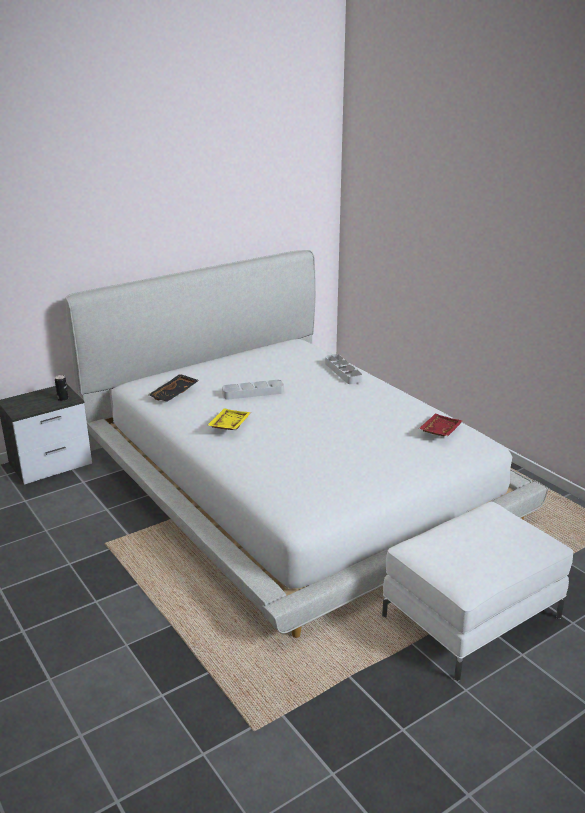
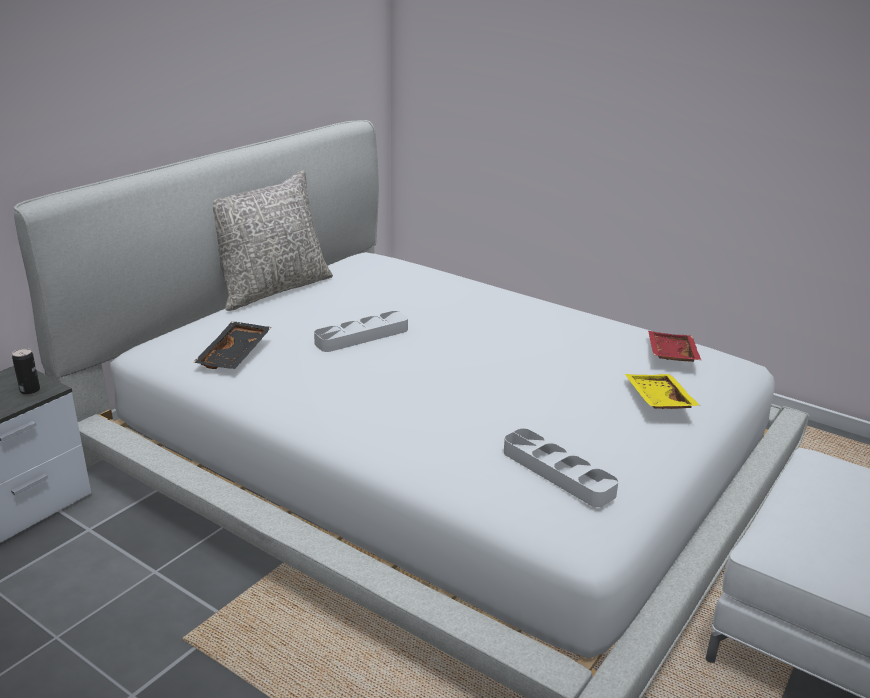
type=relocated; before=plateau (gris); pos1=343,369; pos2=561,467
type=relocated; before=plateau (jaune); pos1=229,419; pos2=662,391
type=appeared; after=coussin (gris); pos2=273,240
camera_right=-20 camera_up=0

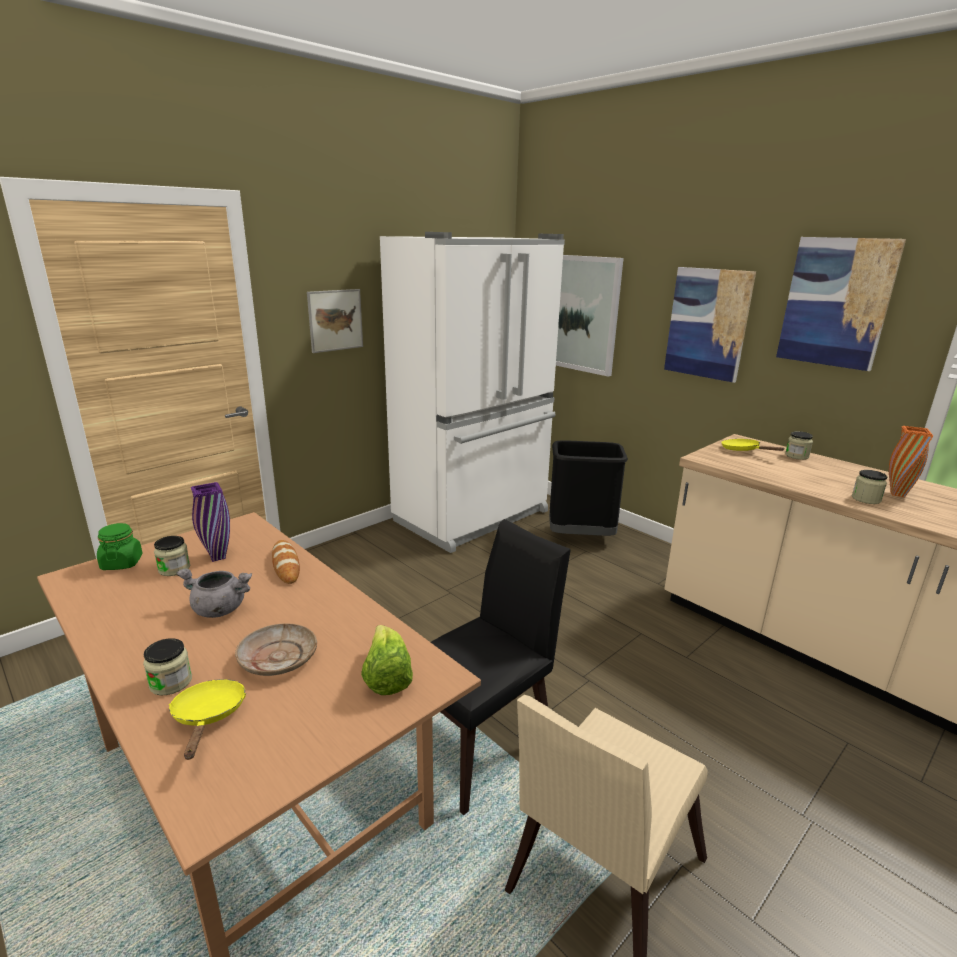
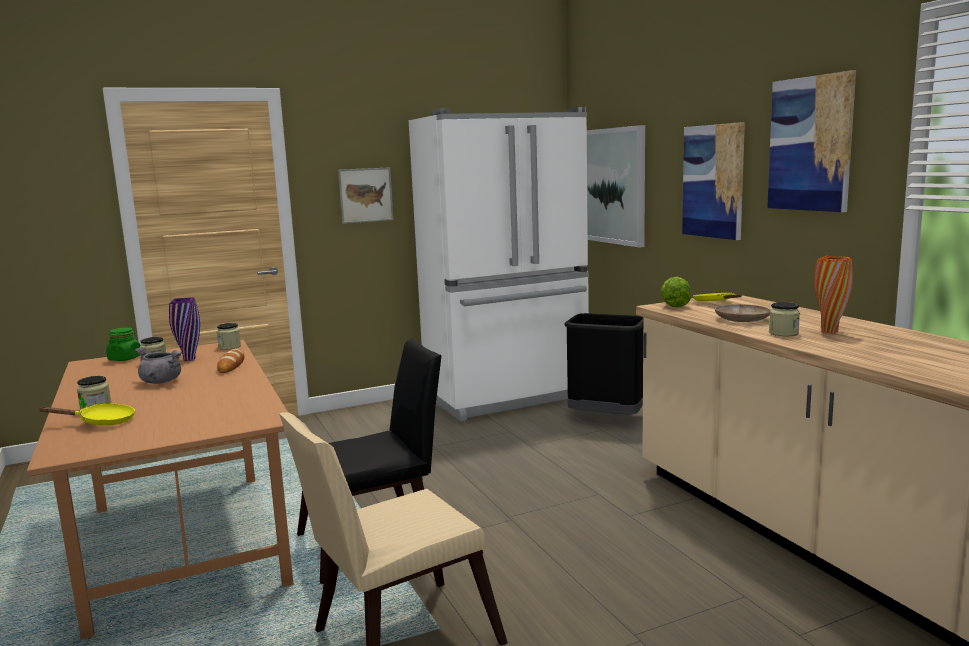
type=relocated; before=bocal; pos1=799,445; pos2=229,336
type=relocated; before=assiette (beige); pos1=276,650; pos2=743,313
type=relocated; before=laitue; pos1=387,660; pos2=675,292
type=spun; before=poêle (jaune); pos1=207,719; pos2=87,414; turn=75
camera_right=20 camera_up=-10

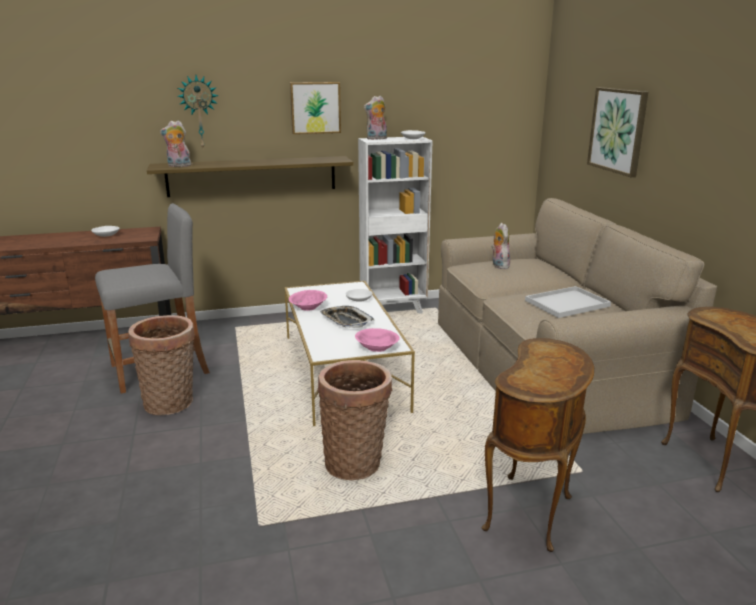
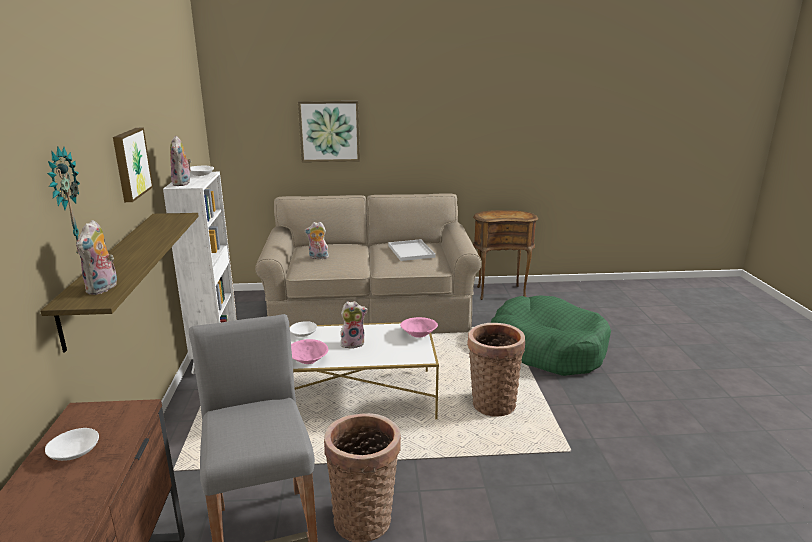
type=exchanged; before=plateau; after=peluche; pos1=347,317; pos2=354,325
type=exchanged; before=table d'appoint (marron); after=panier pour chien (vert); pos1=538,445; pos2=551,335
camera_right=-80 camera_up=0

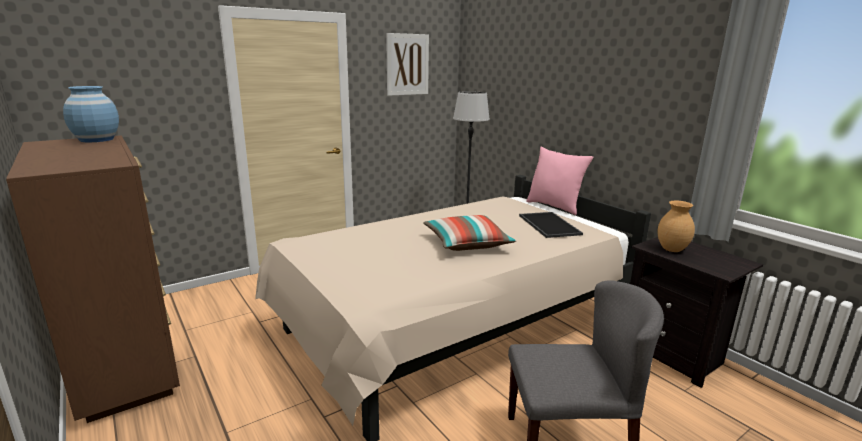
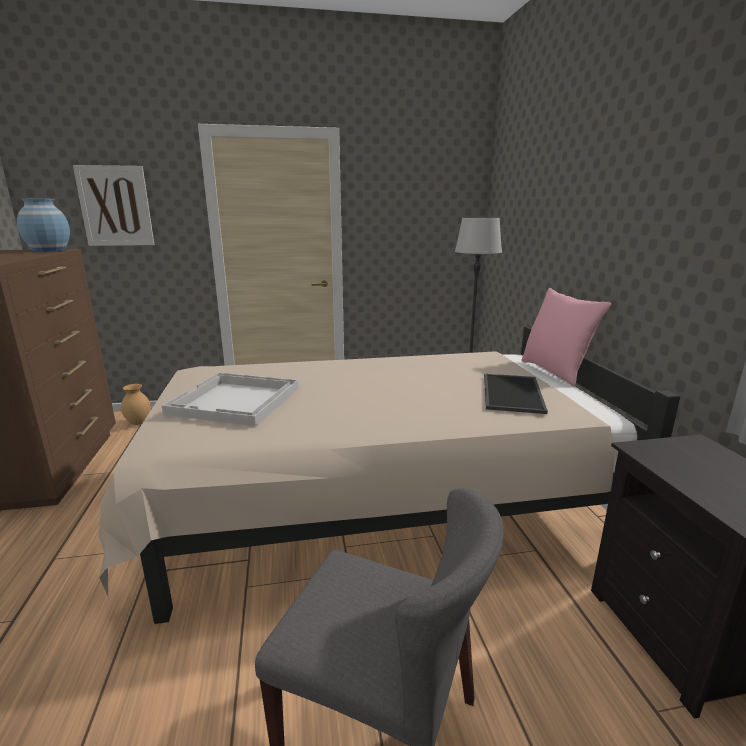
type=relocated; before=tableau; pos1=407,64; pos2=113,205
type=relocated; before=vase (marron); pos1=676,226; pos2=136,404
type=missing; before=coussin; pos1=469,233
type=appeared; after=plateau (blanc); pos2=230,399
camera_right=25 camera_up=0

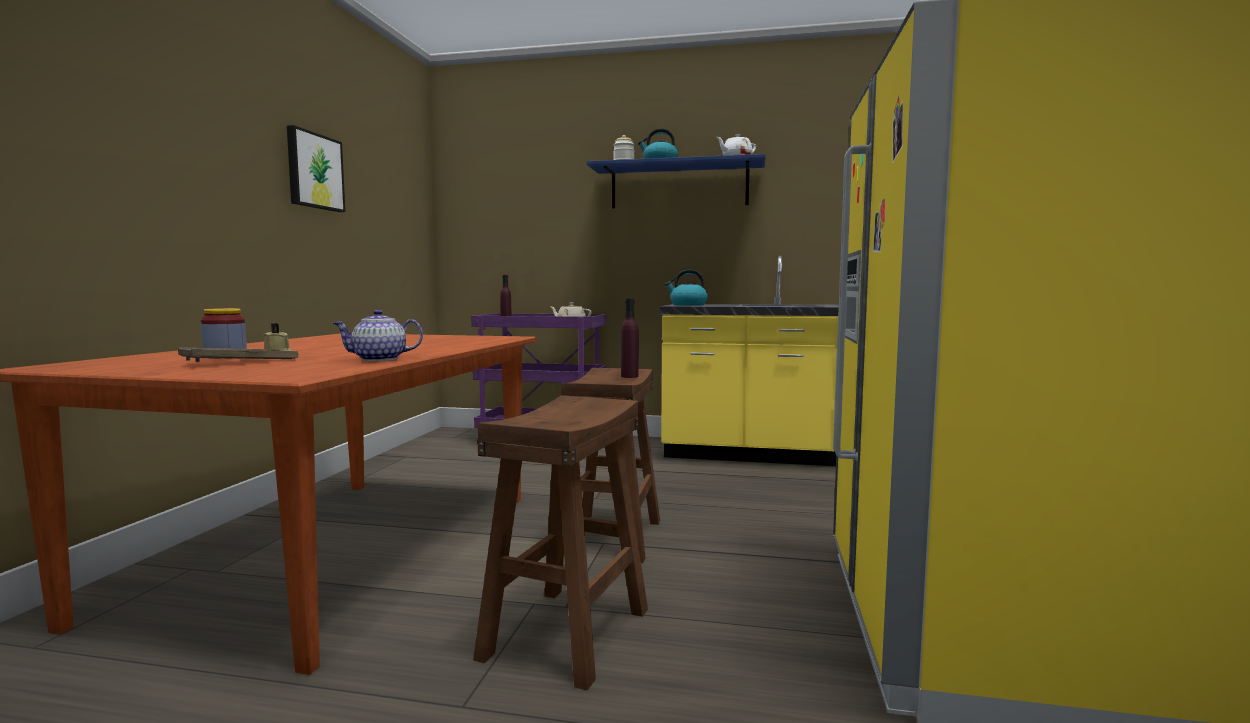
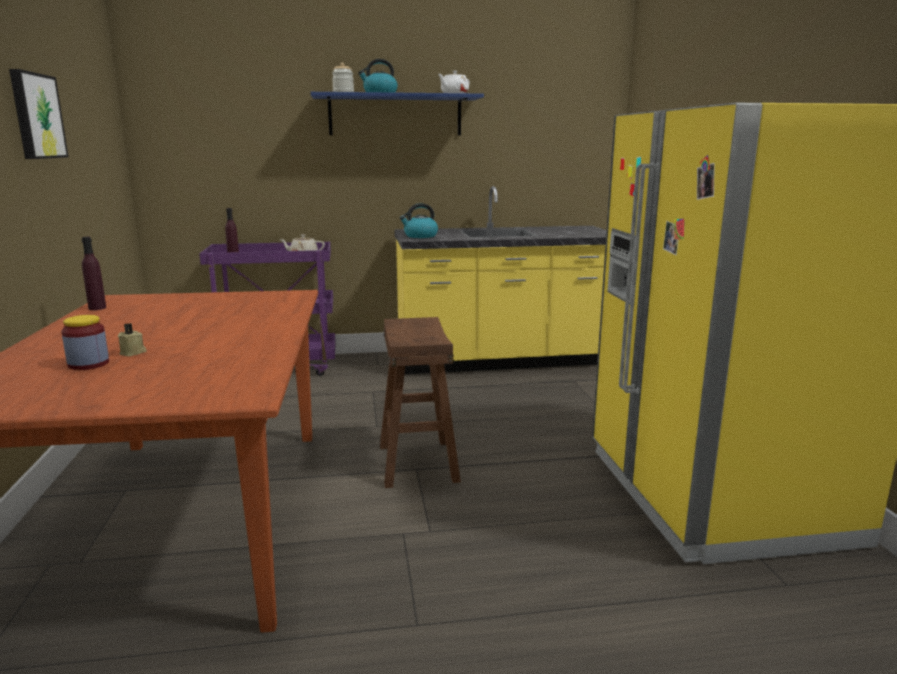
type=relocated; before=bouteille (violet); pos1=630,338; pos2=94,273
type=missing; before=théière; pos1=378,335
type=missing; before=plateau (marron); pos1=238,354
type=missing; before=tabouret (marron); pos1=560,542
camera_right=-20 camera_up=10

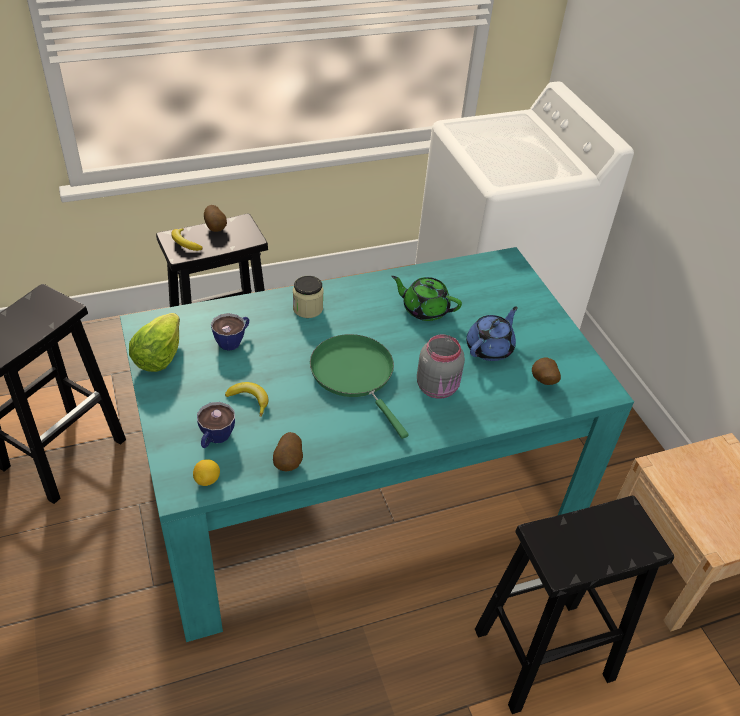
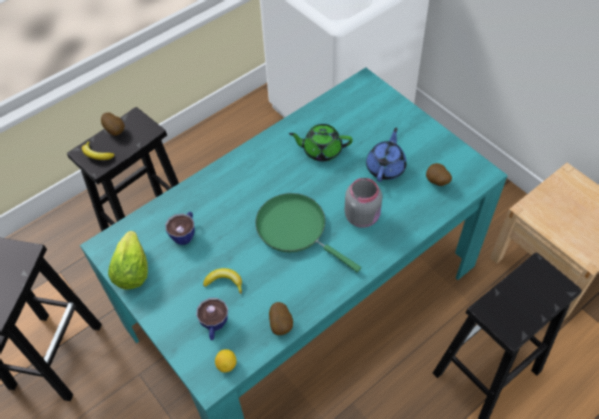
type=missing; before=bocal; pos1=308,297
camera_right=-15 camera_up=10

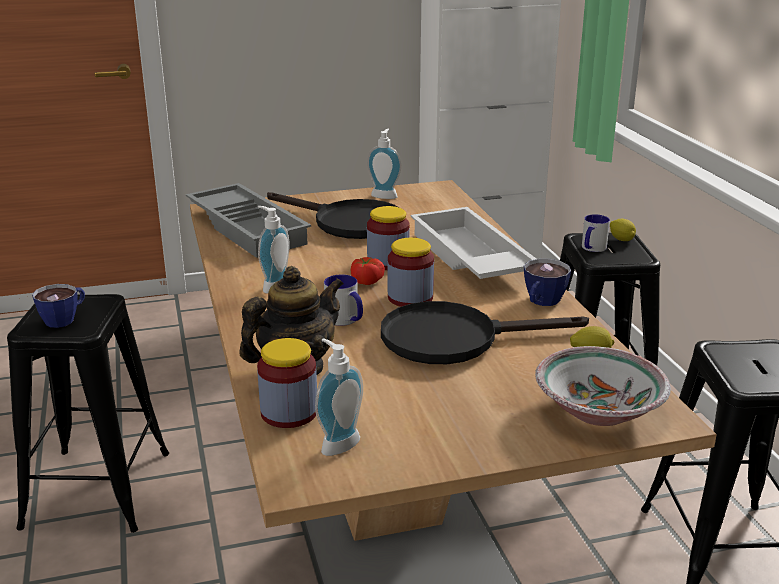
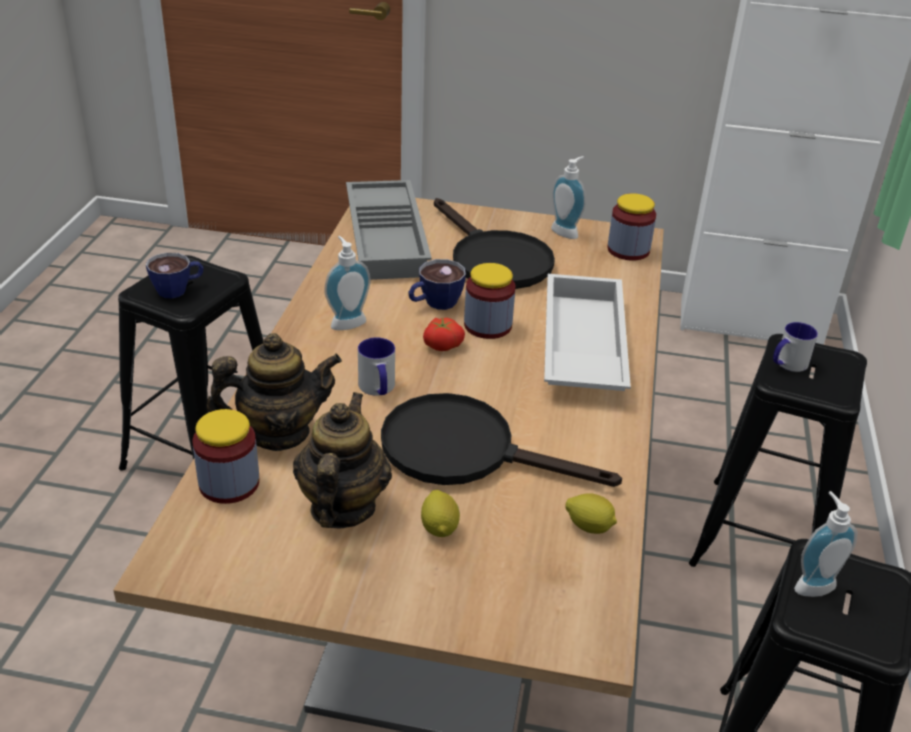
type=relocated; before=citron; pos1=623,230; pos2=440,513
type=relocated; before=bocal; pos1=411,272; pos2=631,227
type=relocated; before=tasse; pos1=547,282; pos2=437,284
type=relocated; before=distributeur de savon; pos1=339,397; pos2=825,544
type=missing; before=bol; pos1=603,386
type=appeared; after=théière; pos2=342,460
camera_right=25 camera_up=10

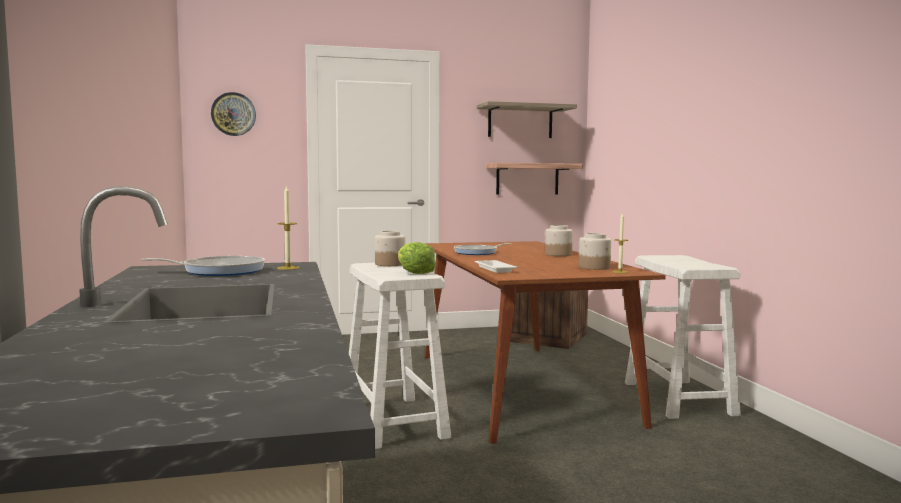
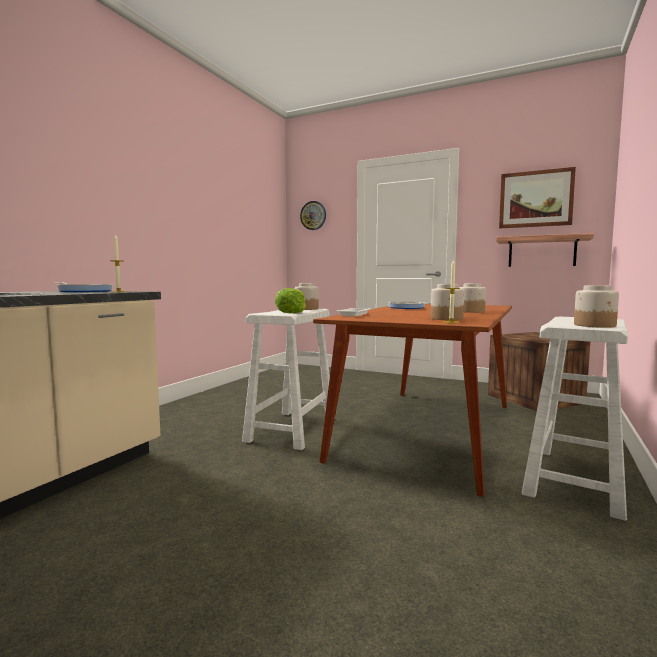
type=exchanged; before=étagère; after=tableau; pos1=527,119; pos2=537,198
type=appeared; after=bocal; pos2=596,306
camera_right=40 camera_up=0

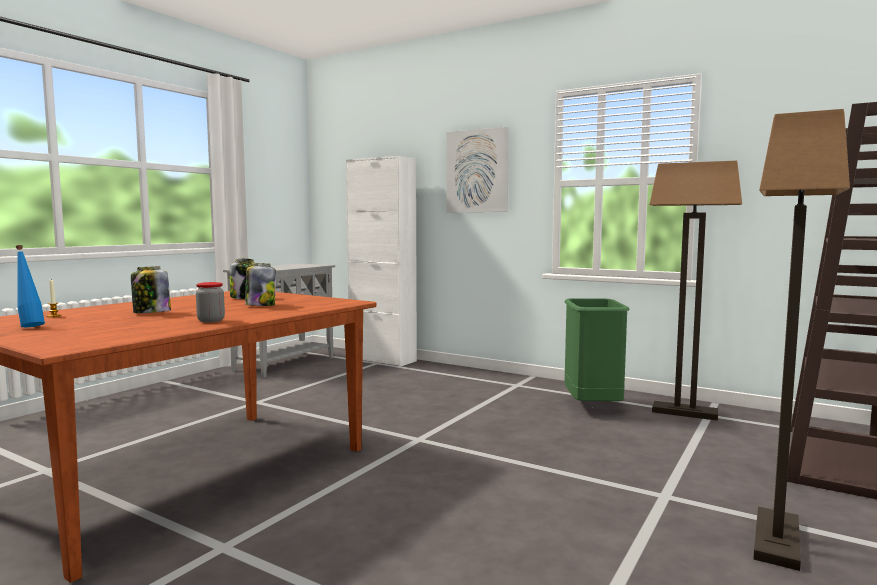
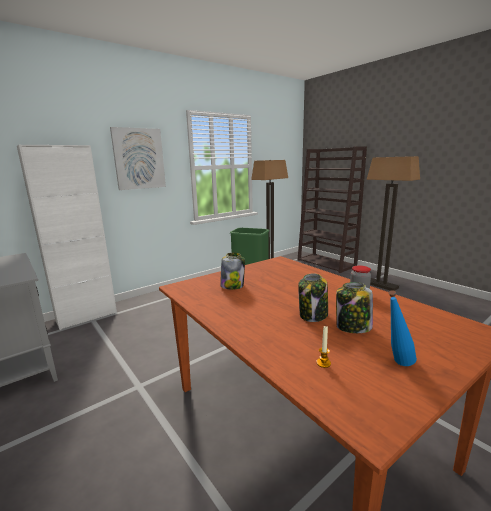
type=relocated; before=bocal; pos1=260,284; pos2=354,307
camera_right=-70 camera_up=10

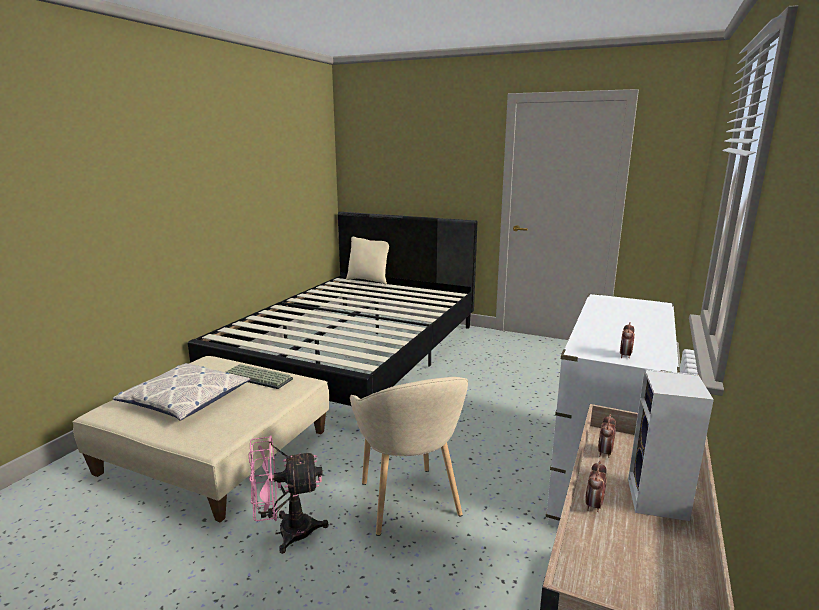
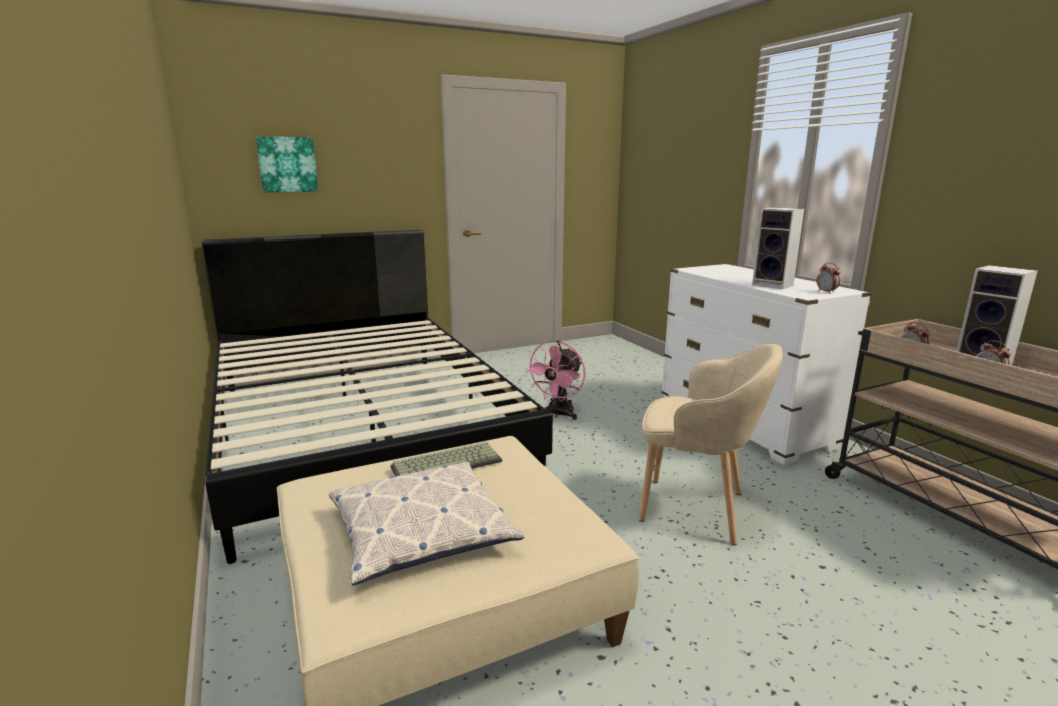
type=missing; before=coussin (beige); pos1=367,260
type=relocated; before=ventilateur (rose); pos1=289,494; pos2=555,380
type=appeared; after=tableau; pos2=287,164
type=appeared; after=enceinte; pos2=778,248
camera_right=-50 camera_up=0

